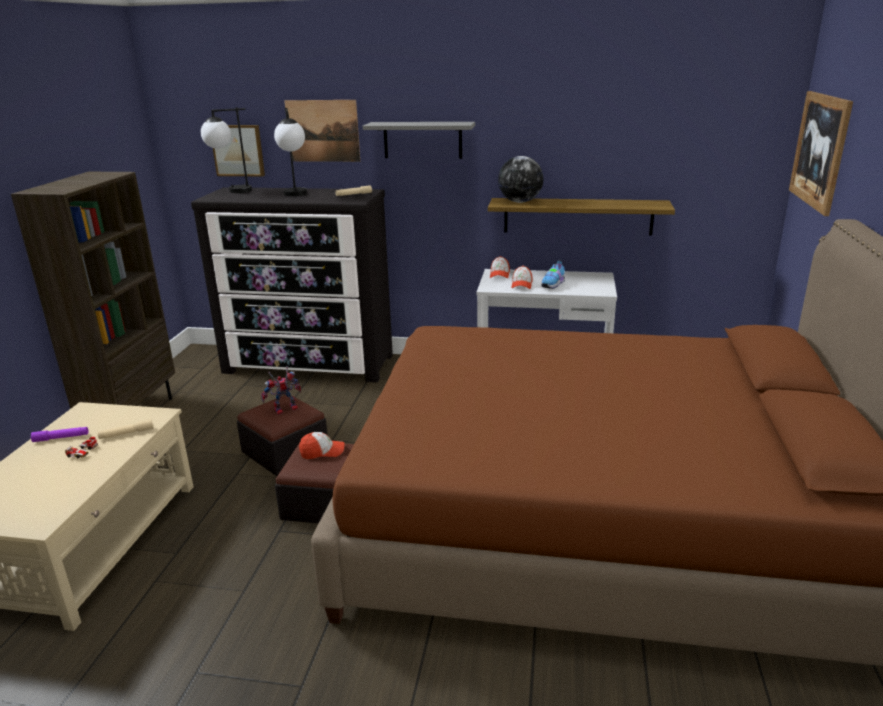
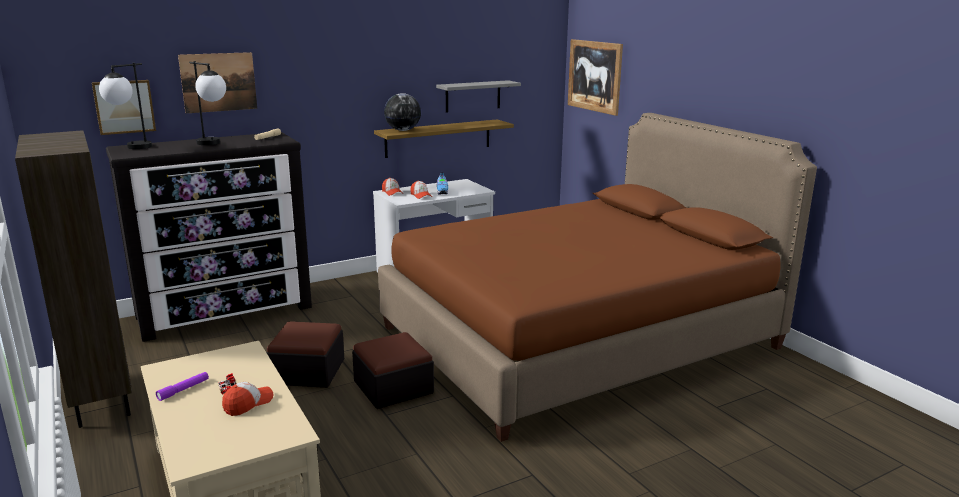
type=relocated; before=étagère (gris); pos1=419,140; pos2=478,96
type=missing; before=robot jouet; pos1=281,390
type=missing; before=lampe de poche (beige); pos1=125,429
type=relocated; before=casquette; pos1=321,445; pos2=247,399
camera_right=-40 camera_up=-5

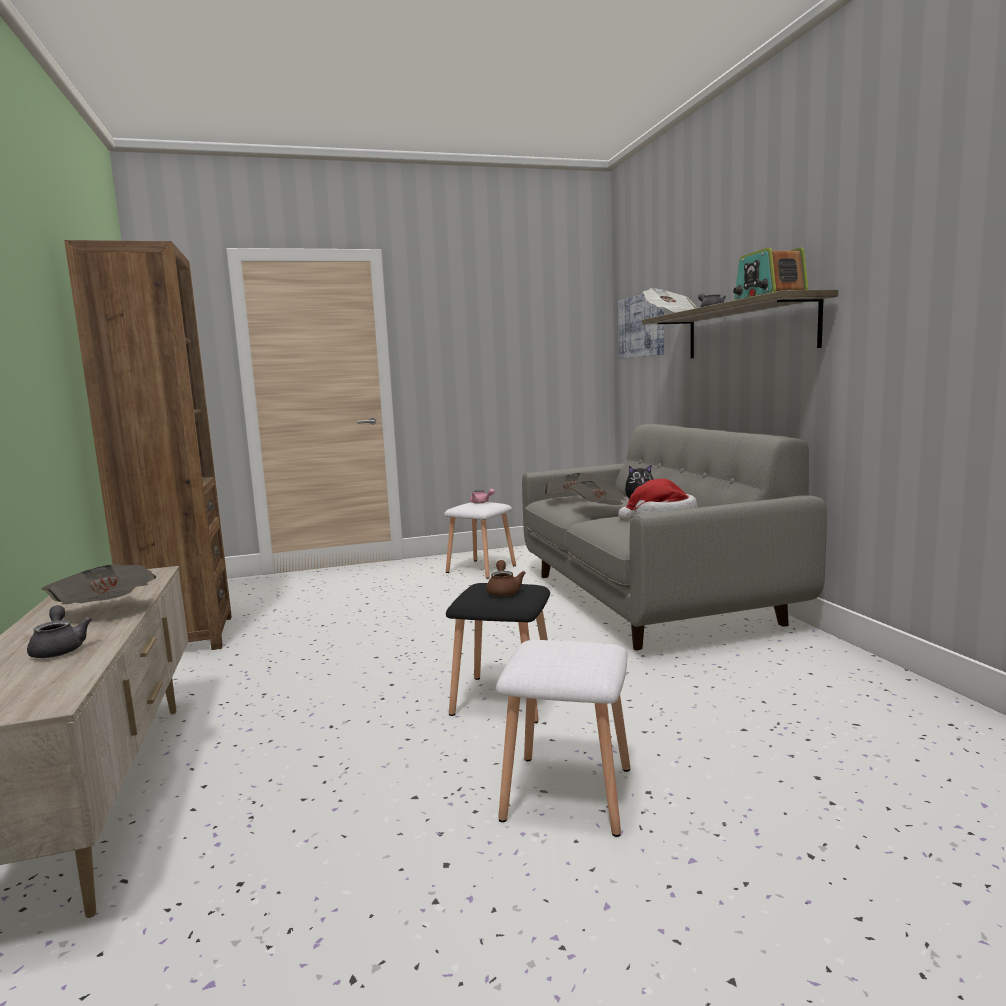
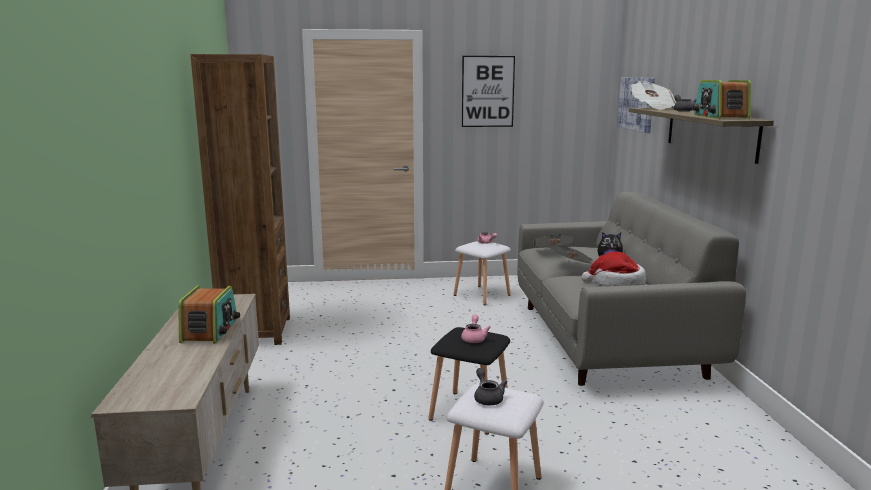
type=colour; before=théière (marron); after=théière (rose); pos1=506,578; pos2=476,328
type=exchanged; before=journal; after=radio; pos1=99,584; pos2=209,315
type=relocated; before=théière (gris); pos1=59,631; pos2=491,387
type=appeared; after=tableau; pos2=488,91
camera_right=10 camera_up=5

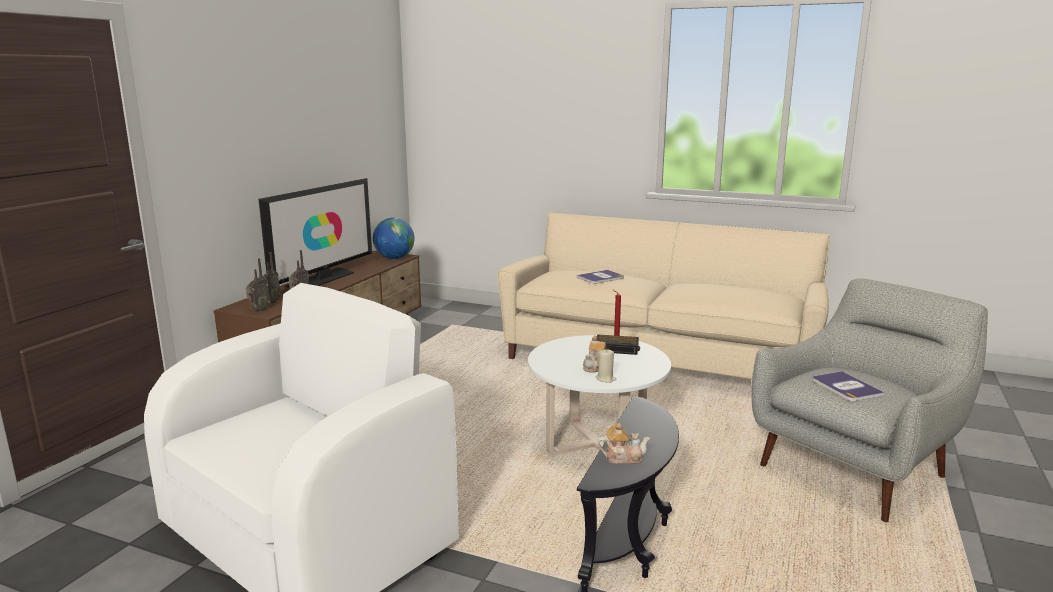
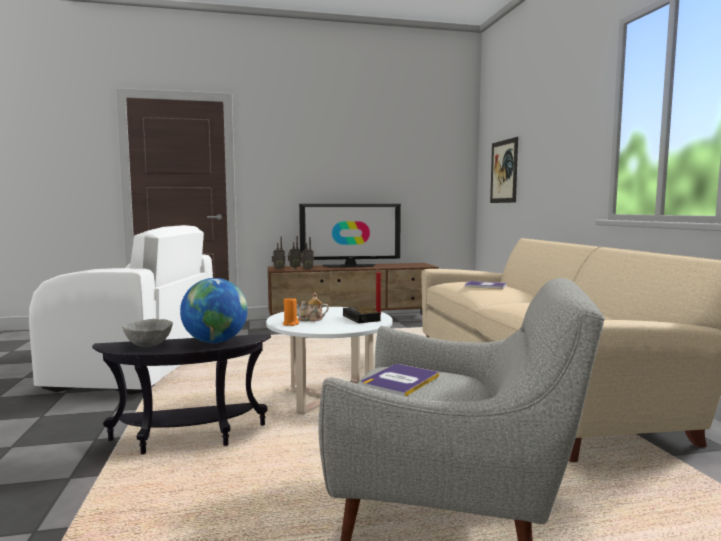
type=relocated; before=globe; pos1=393,238; pos2=214,310
type=colour; before=bougie (beige); after=bougie (orange); pos1=606,366; pos2=291,311
type=exchanged; before=théière; after=bol (gris); pos1=624,443; pos2=147,333
type=appeared; after=tableau; pos2=504,170
camera_right=55 camera_up=-10

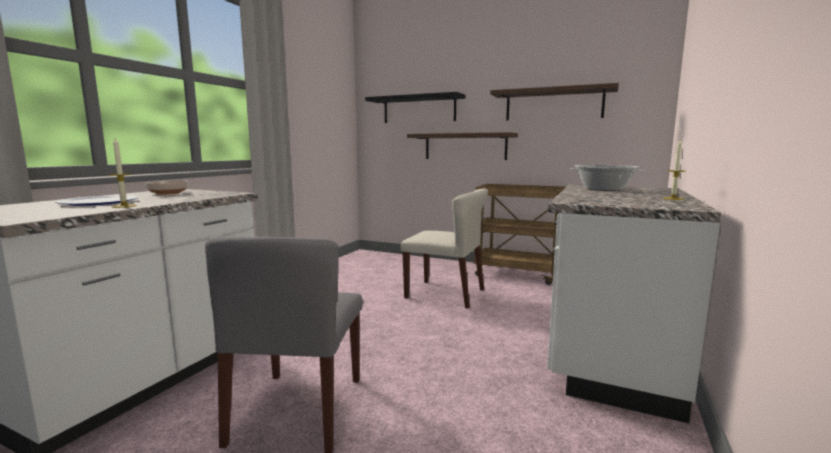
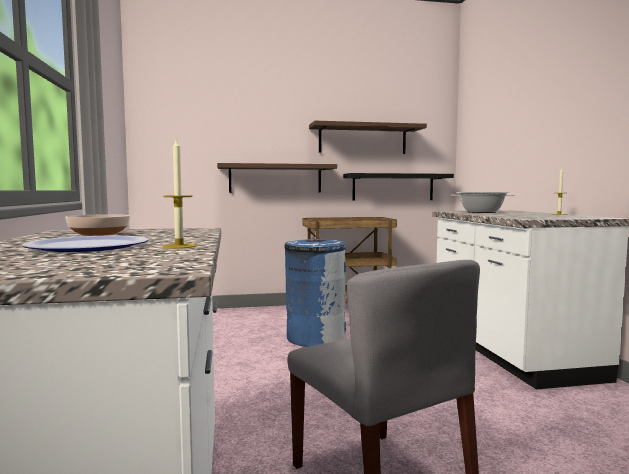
type=relocated; before=étagère (noir); pos1=415,107; pos2=398,187
type=exchanged; before=chaise (beige); after=poubelle (bleu); pos1=444,248; pos2=315,293
camera_right=-35 camera_up=-5

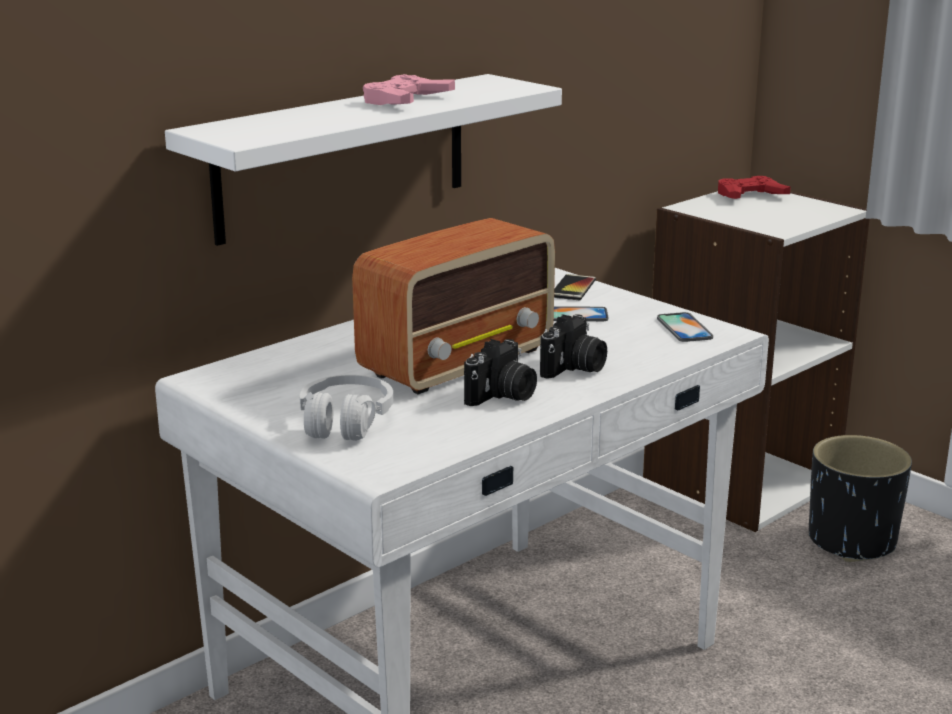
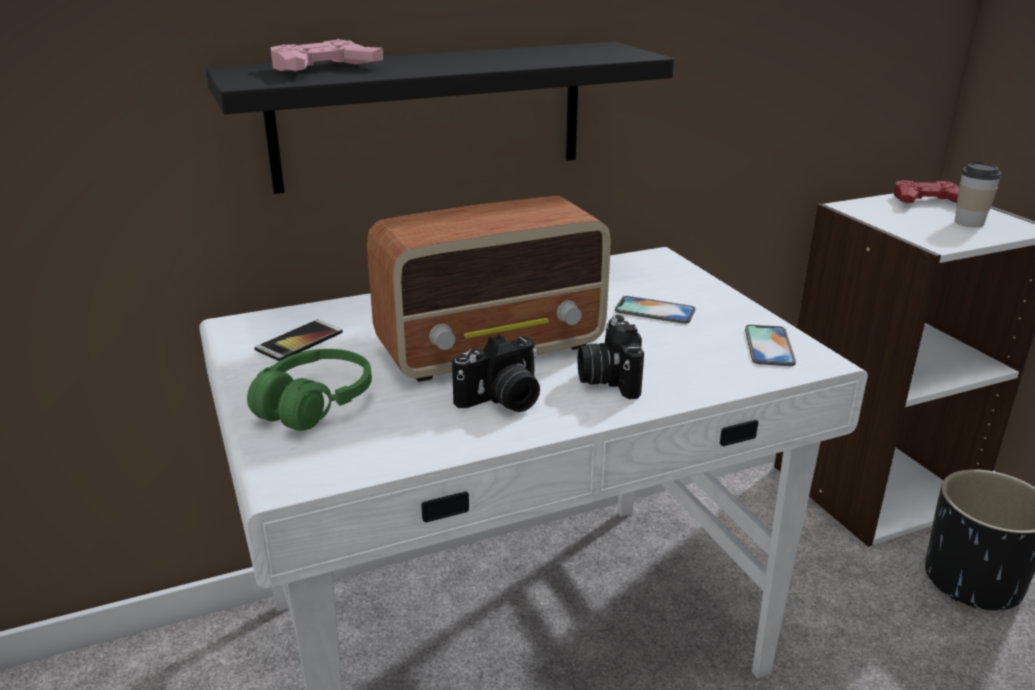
type=colour; before=étagère (blanc); after=étagère (noir); pos1=363,160; pos2=439,118
type=relocated; before=manette (rose); pos1=409,89; pos2=327,55
type=relocated; before=téléphone; pos1=575,287; pos2=299,340
type=spun; before=appareil photo; pos1=573,346; pos2=611,357; turn=120
type=colour; before=casque audio (blanc); after=casque audio (vert); pos1=346,408; pos2=309,390
type=appeared; after=tasse; pos2=978,194
camera_right=20 camera_up=5

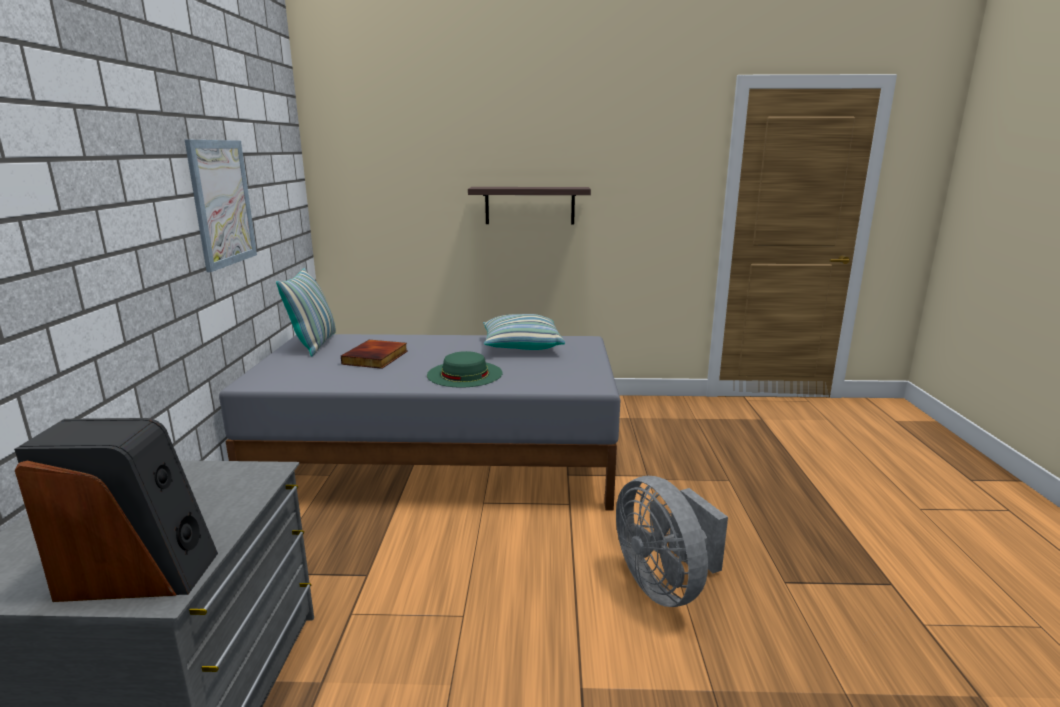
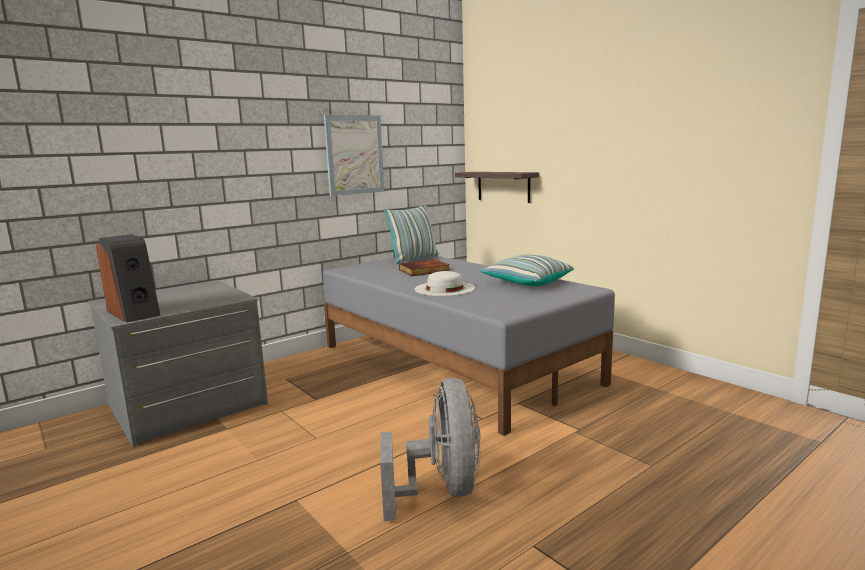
type=relocated; before=étagère; pos1=529,205; pos2=497,187
type=colour; before=chapeau (vert); after=chapeau (blanc); pos1=464,369; pos2=445,283
type=spun; before=ventilateur (gris); pos1=672,541; pos2=430,449; turn=150
camera_right=50 camera_up=-5

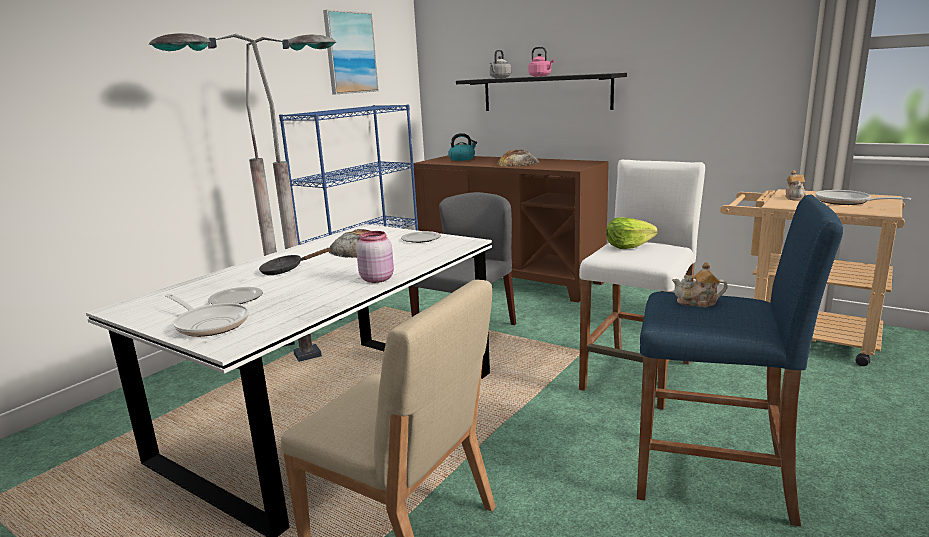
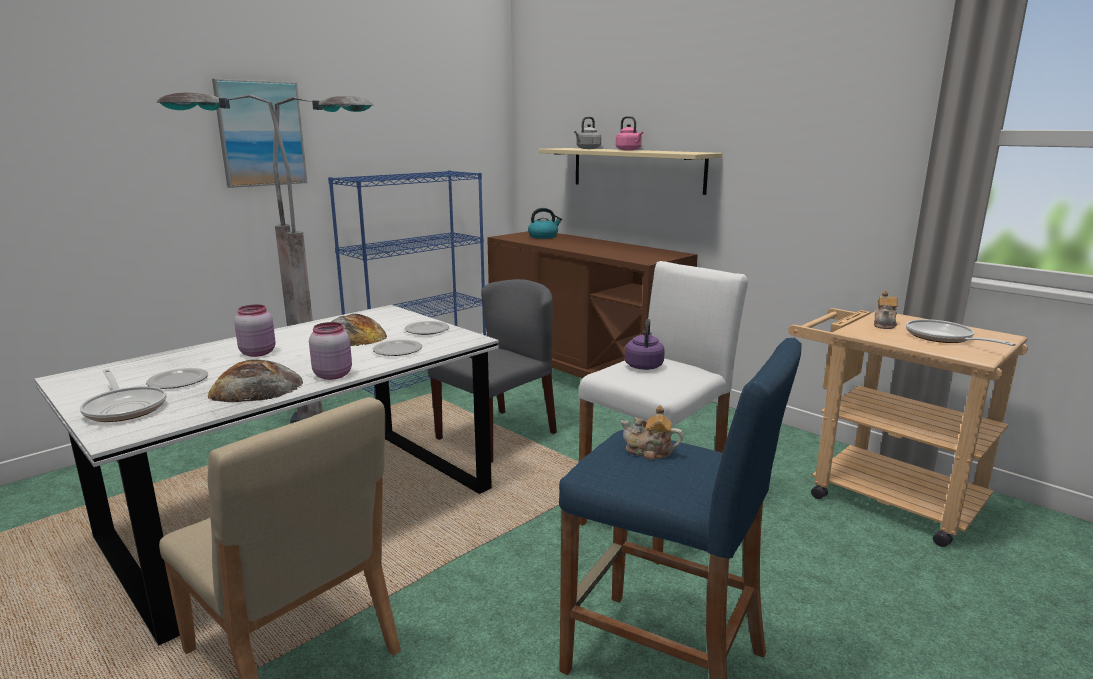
type=relocated; before=tableau; pos1=351,52; pos2=260,133
type=colour; before=étagère (noir); after=étagère (beige); pos1=541,92; pos2=631,171
type=relocated; before=pain; pos1=518,158; pos2=256,381
type=exchanged; before=laitue; after=bouilloire (violet); pos1=632,233; pos2=645,344
type=exchanged; before=poêle (noir); after=bocal (rose); pos1=294,261; pos2=255,331
type=appeared; after=assiette; pos2=397,348
camera_right=10 camera_up=0

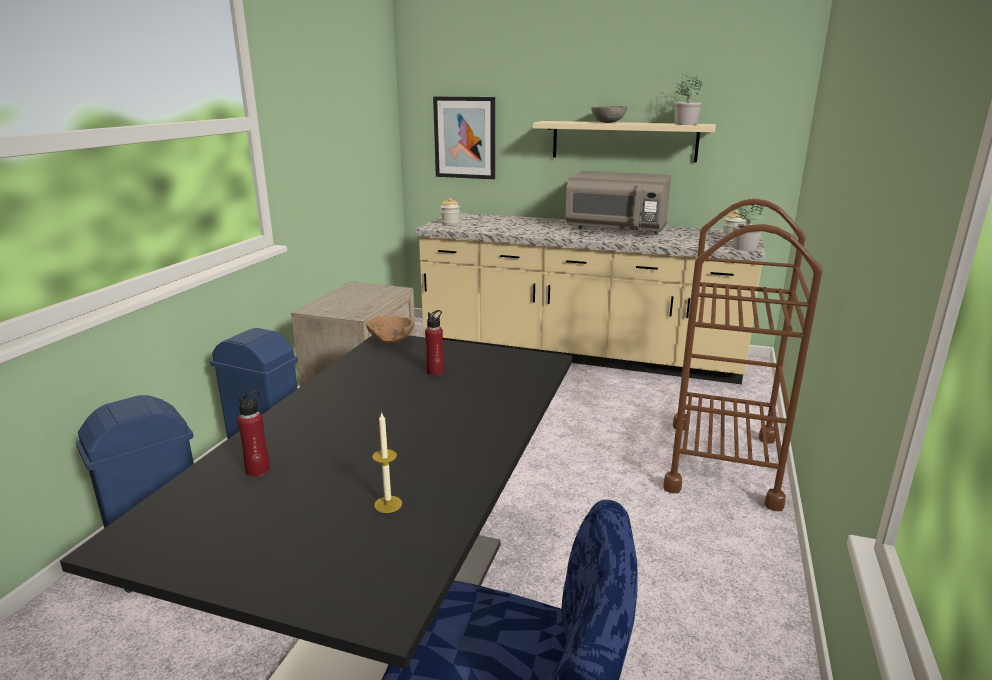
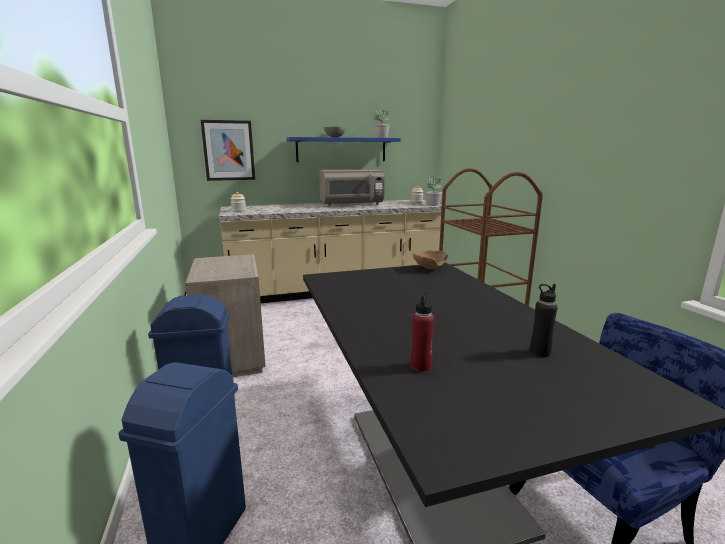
type=colour; before=étagère (beige); after=étagère (bleu); pos1=624,141; pos2=343,149
type=missing; before=bouteille (rouge); pos1=434,343
type=relocated; before=bol (marron); pos1=390,330; pos2=431,260
type=exchanged; before=bougie; after=bouteille (noir); pos1=387,462; pos2=544,320
camera_right=-35 camera_up=-5

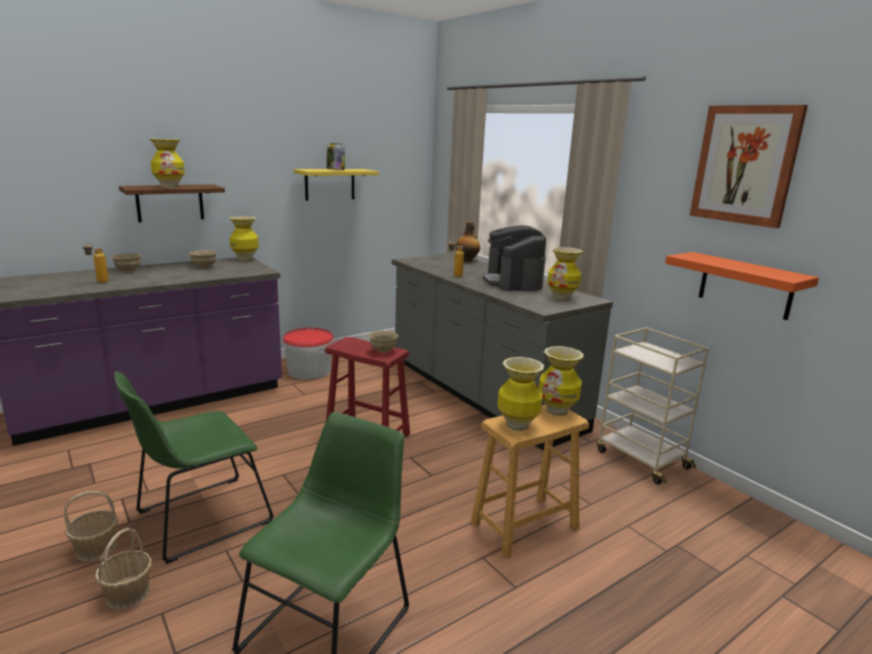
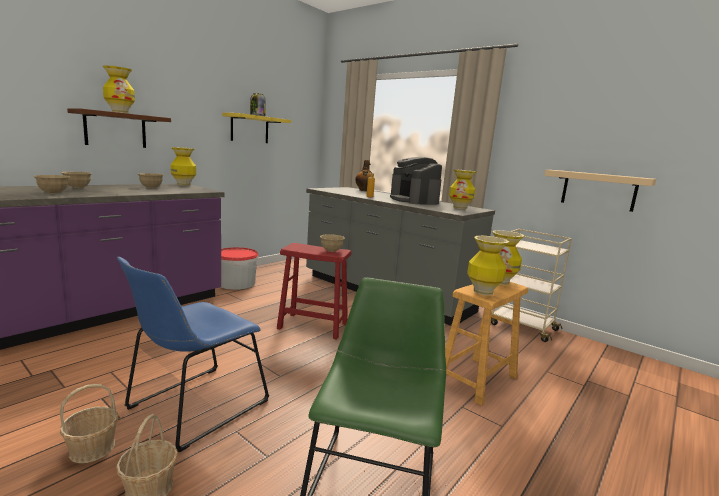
type=missing; before=tableau; pos1=749,166
type=exchanged; before=bouteille; after=bol (beige); pos1=96,262; pos2=52,184
type=colour; before=étagère (orange); after=étagère (beige); pos1=742,286; pos2=600,191
type=colour; before=chaise (vert); after=chaise (bleu); pos1=194,468; pos2=193,355
camera_right=-15 camera_up=-5

